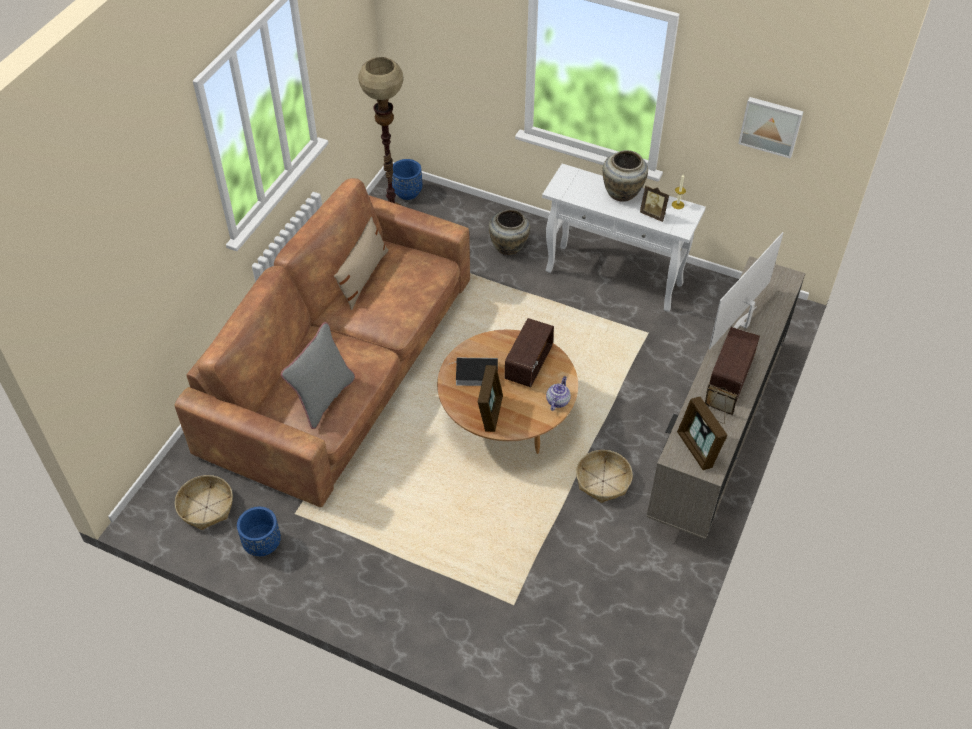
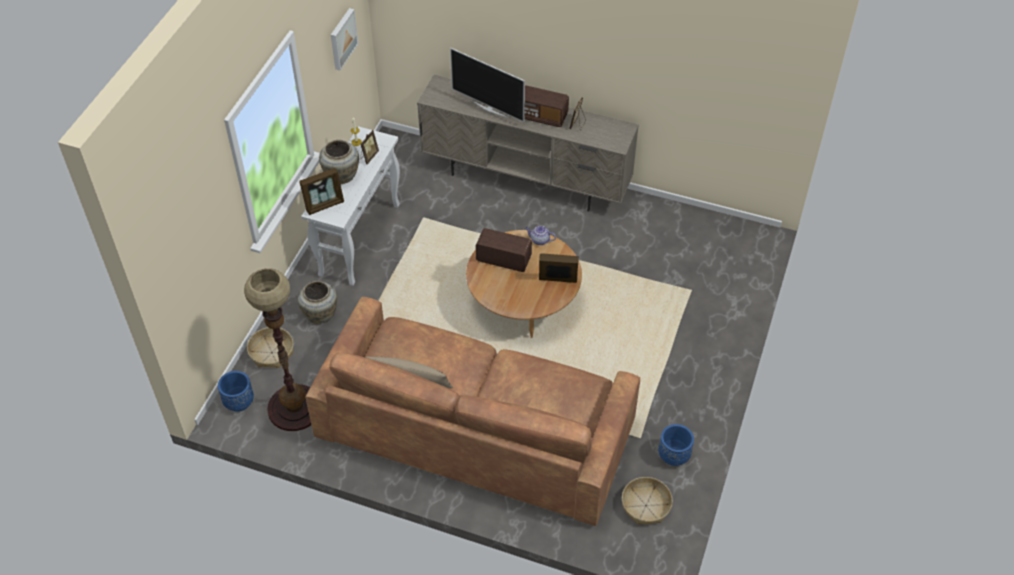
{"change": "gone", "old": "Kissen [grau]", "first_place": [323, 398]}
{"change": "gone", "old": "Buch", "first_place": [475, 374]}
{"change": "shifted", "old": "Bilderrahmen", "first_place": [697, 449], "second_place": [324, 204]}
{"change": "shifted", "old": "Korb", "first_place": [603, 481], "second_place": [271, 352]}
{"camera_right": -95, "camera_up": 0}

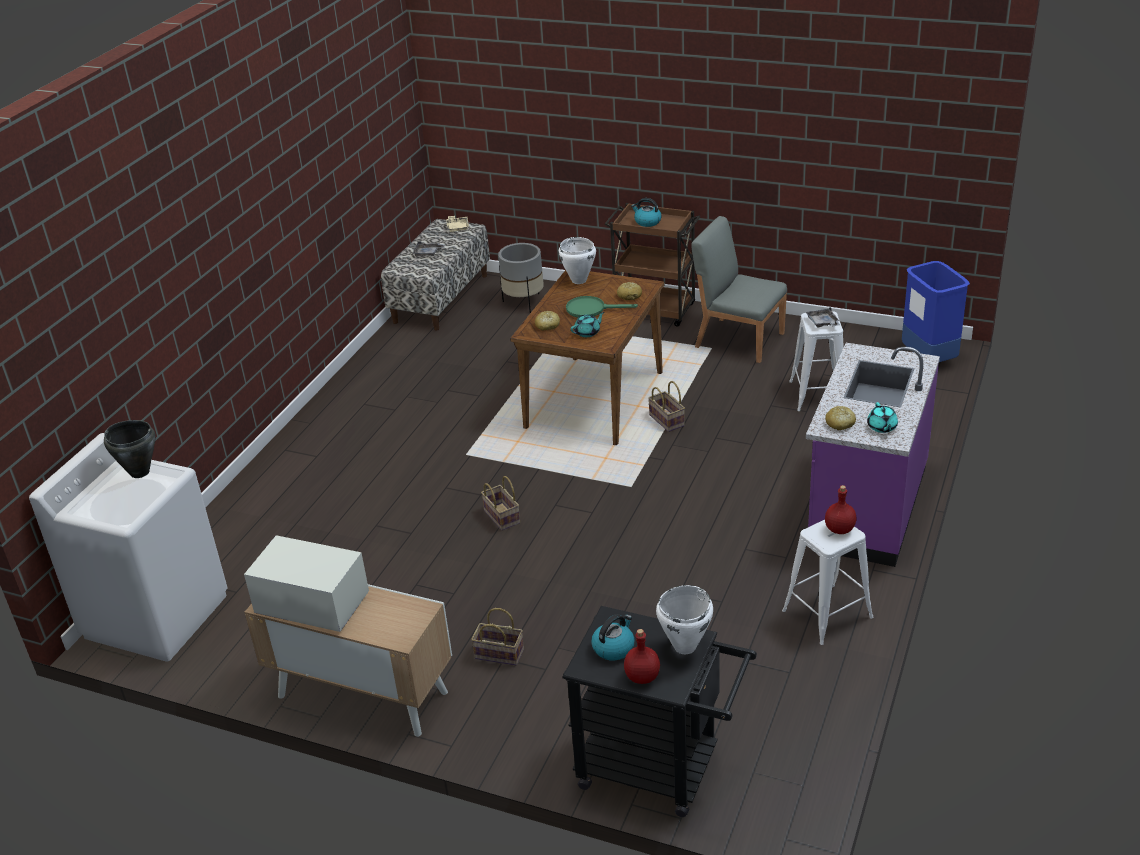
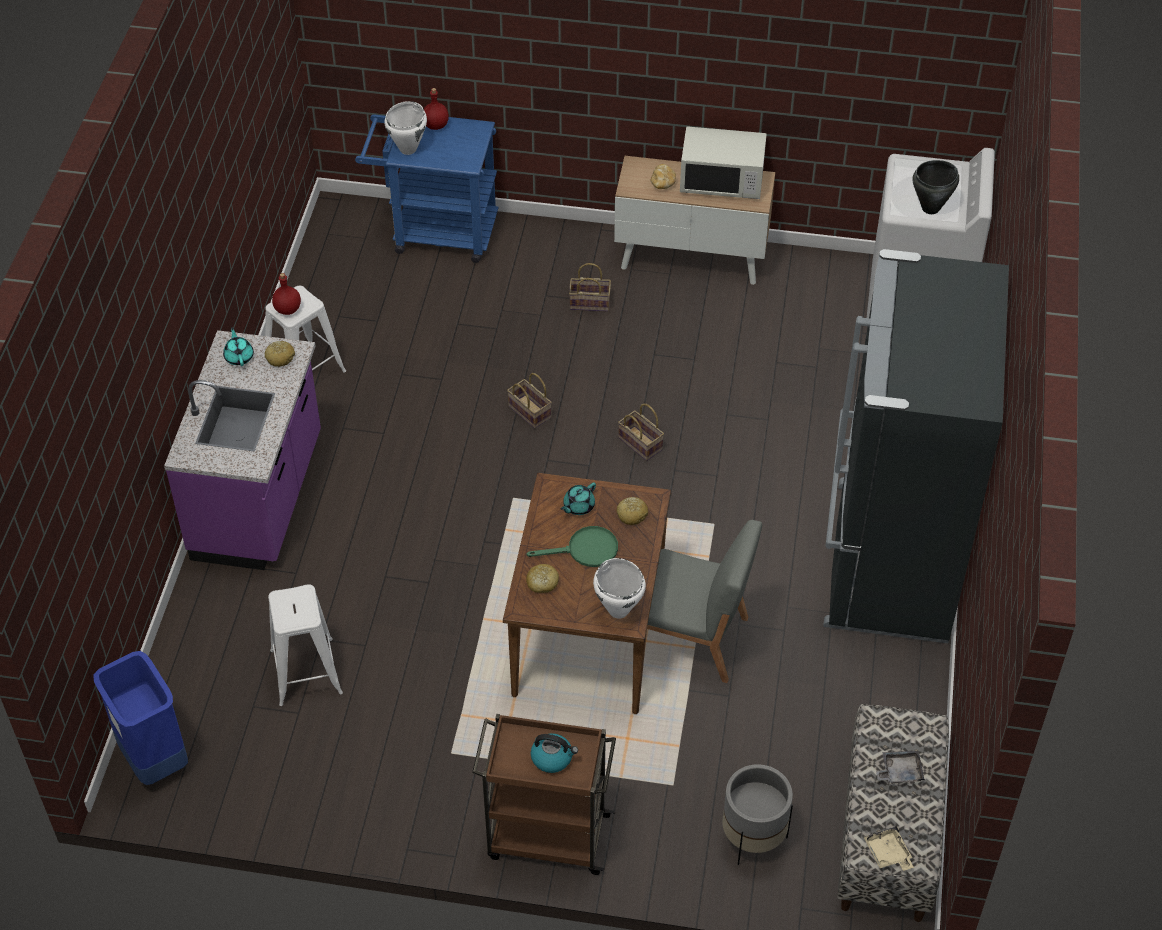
{"change": "shifted", "old": "Stuhl [grau]", "first_place": [738, 339], "second_place": [693, 639]}
{"change": "gone", "old": "Tablett [grau]", "first_place": [823, 323]}
{"change": "shifted", "old": "Korb", "first_place": [668, 420], "second_place": [528, 412]}
{"change": "repainted", "old": "Rollwagen [schwarz]", "new": "Rollwagen [blau]", "first_place": [660, 769], "second_place": [435, 232]}
{"change": "gone", "old": "Wasserkessel", "first_place": [613, 647]}
{"change": "new", "new": "Brot", "second_place": [662, 183]}
{"change": "new", "new": "Kühlschrank [schwarz]", "second_place": [888, 561]}
{"camera_right": 165, "camera_up": 15}

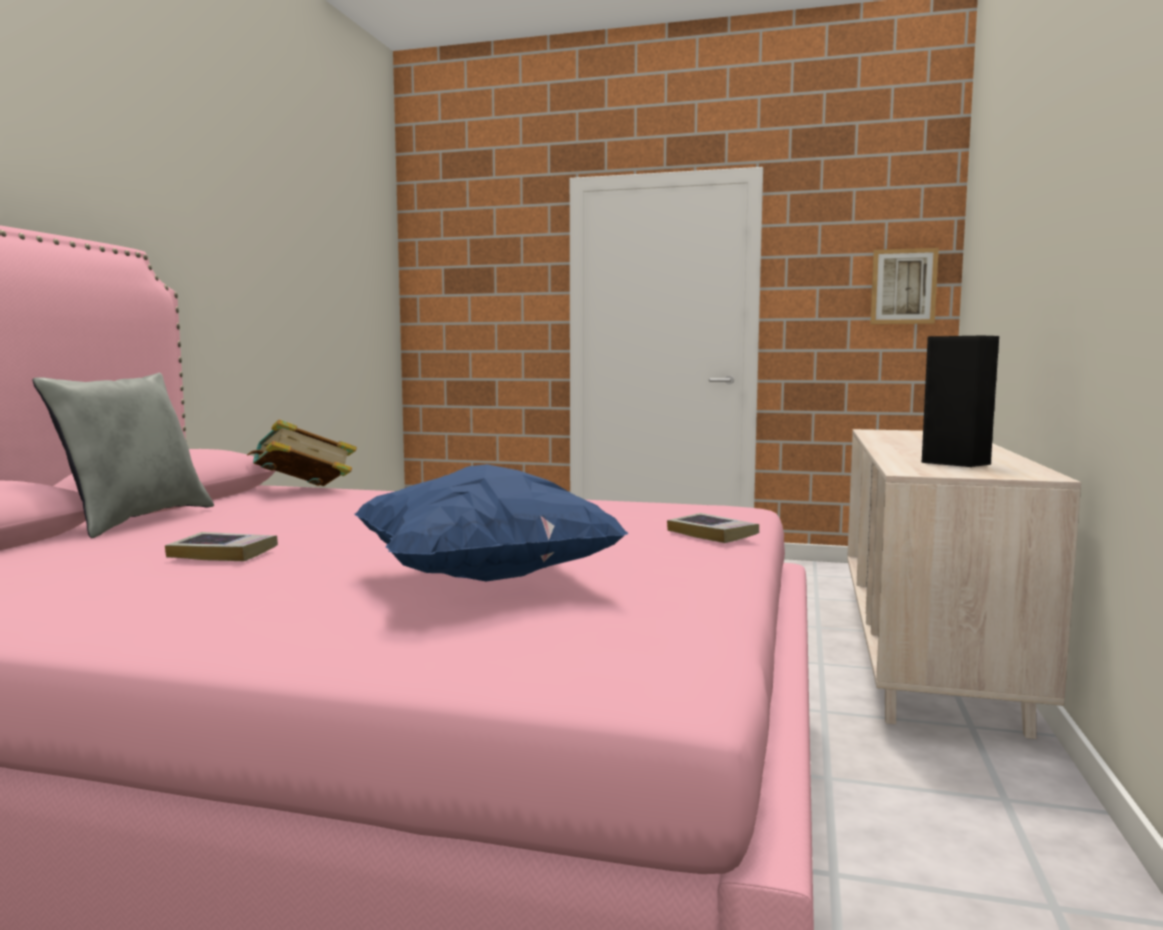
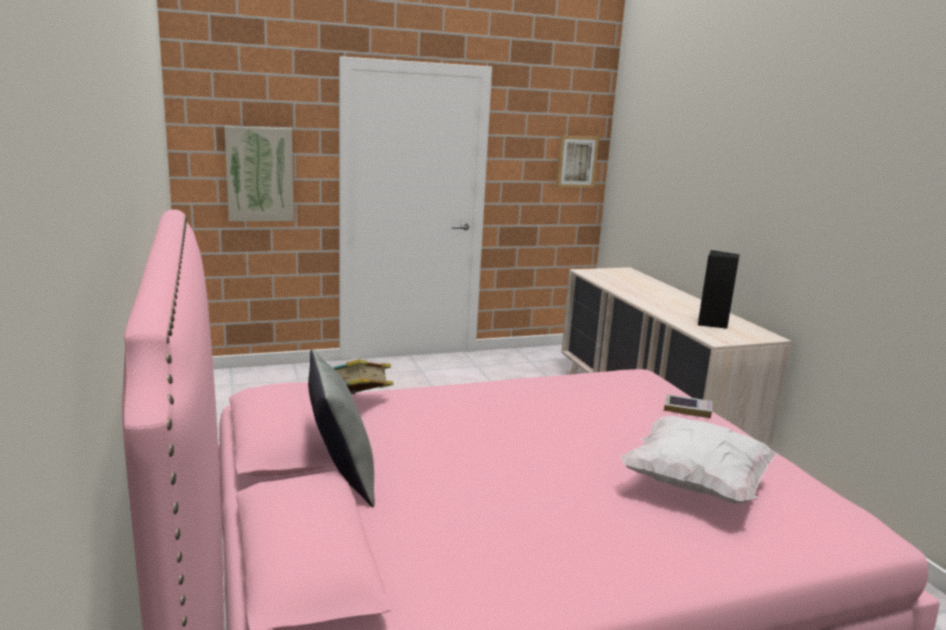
{"change": "repainted", "old": "Kissen [blau]", "new": "Kissen [weiß]", "first_place": [487, 578], "second_place": [695, 485]}
{"change": "gone", "old": "Buch", "first_place": [223, 554]}
{"change": "new", "new": "Bild", "second_place": [259, 174]}
{"camera_right": -35, "camera_up": 10}

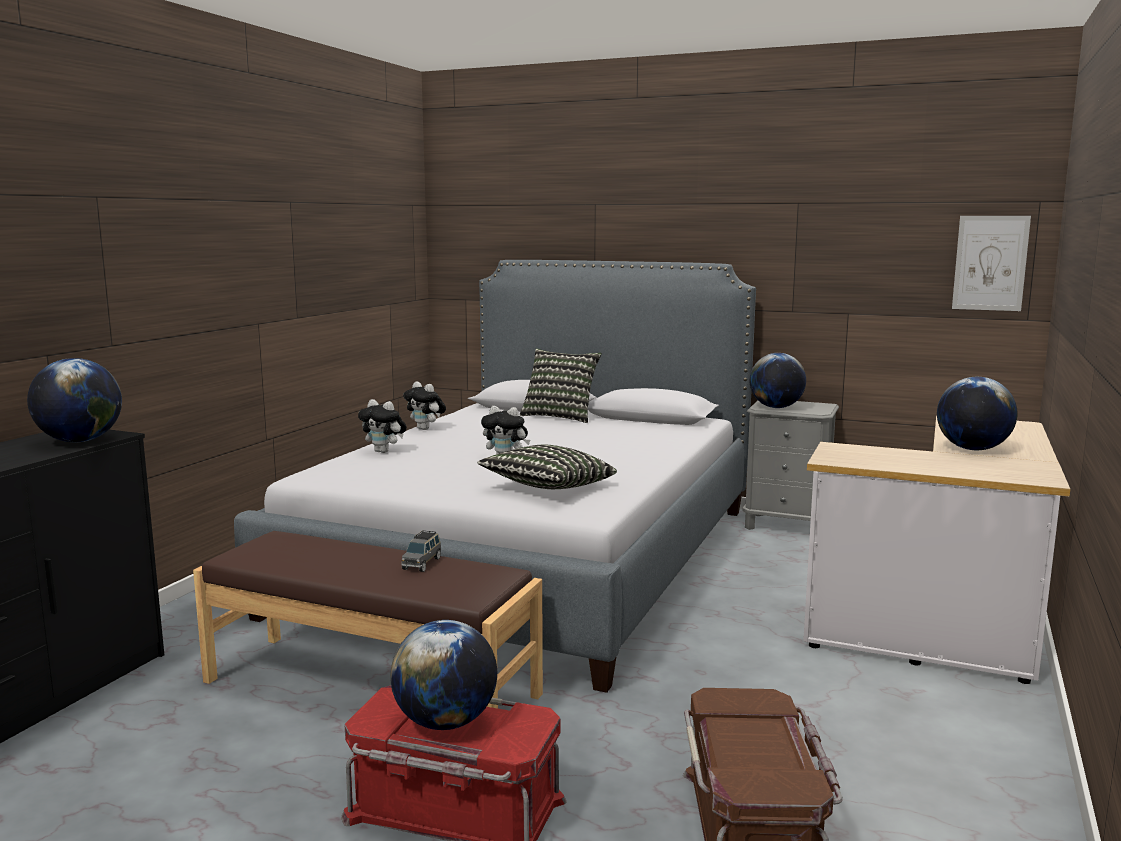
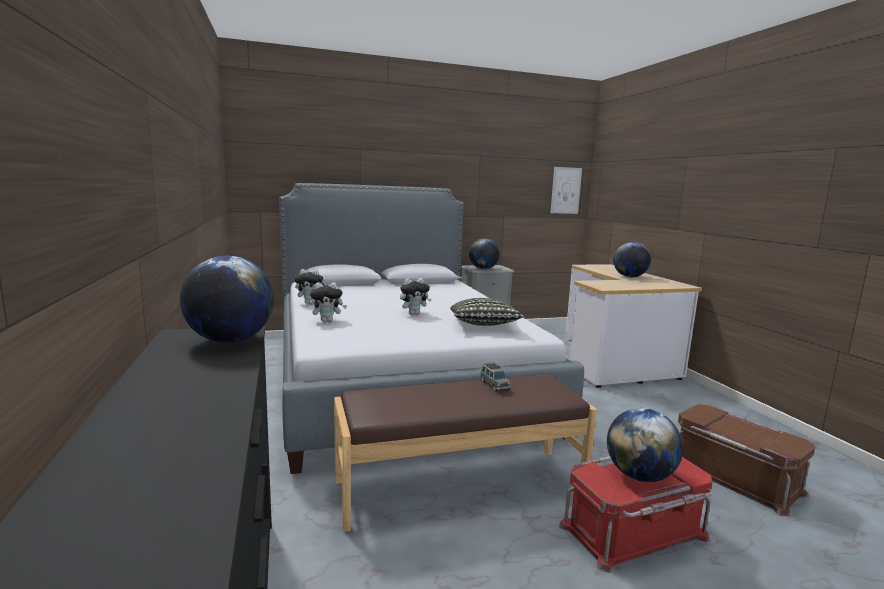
{"change": "gone", "old": "Kissen", "first_place": [560, 416]}
{"camera_right": -40, "camera_up": 0}

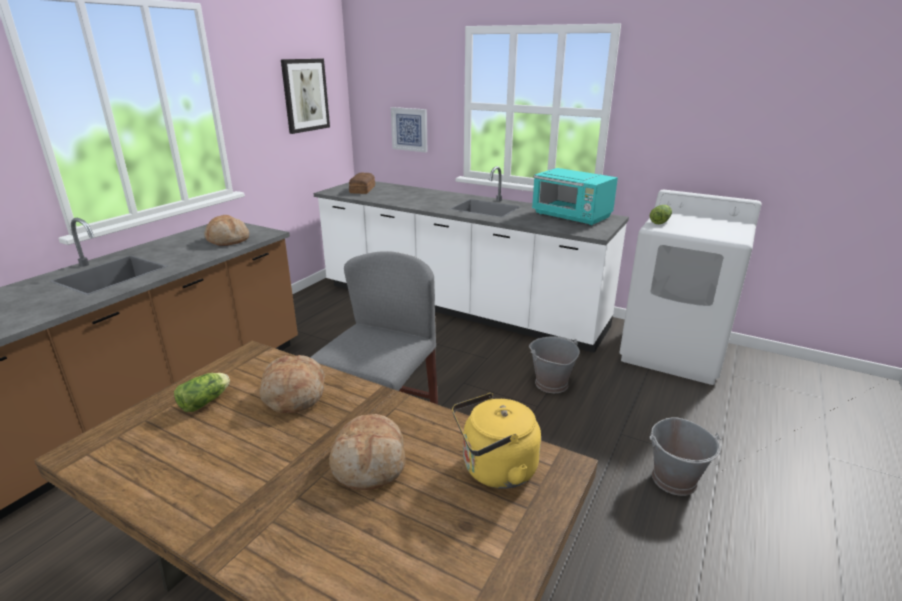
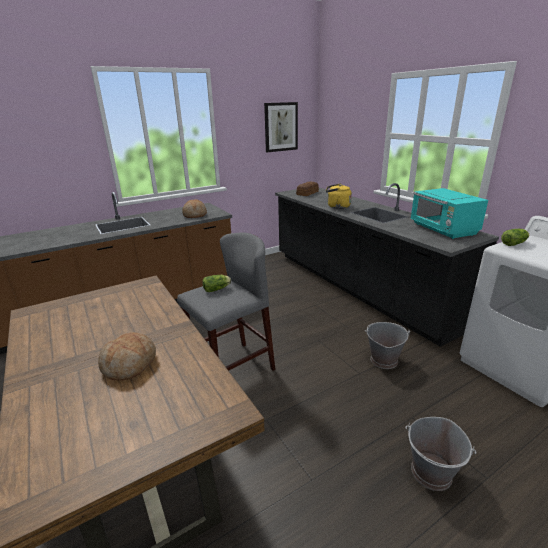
{"change": "gone", "old": "Bild", "first_place": [409, 129]}
{"change": "repainted", "old": "Küchenzeile [weiß]", "new": "Küchenzeile [schwarz]", "first_place": [458, 307], "second_place": [356, 287]}
{"change": "gone", "old": "Brot", "first_place": [293, 395]}
{"change": "shifted", "old": "Salatkopf", "first_place": [206, 401], "second_place": [217, 289]}
{"change": "shifted", "old": "Wasserkessel [gelb]", "first_place": [495, 470], "second_place": [337, 207]}
{"camera_right": 30, "camera_up": 0}

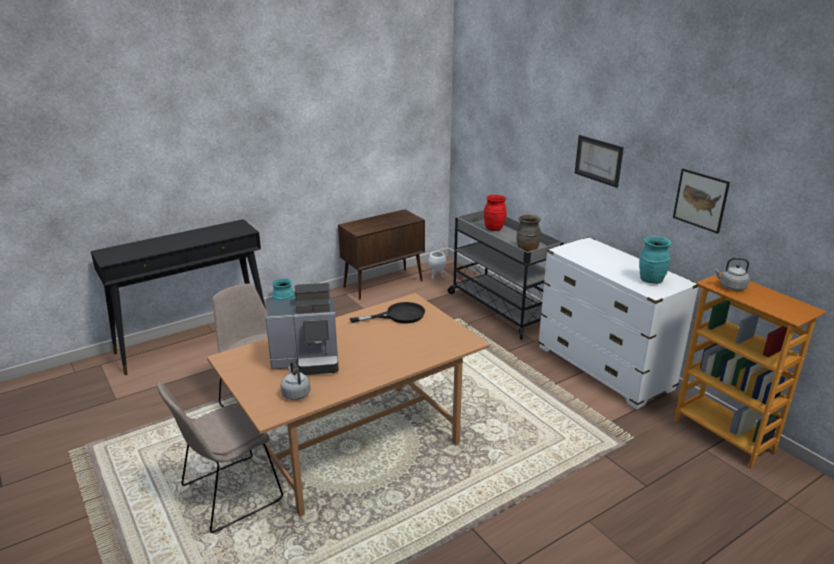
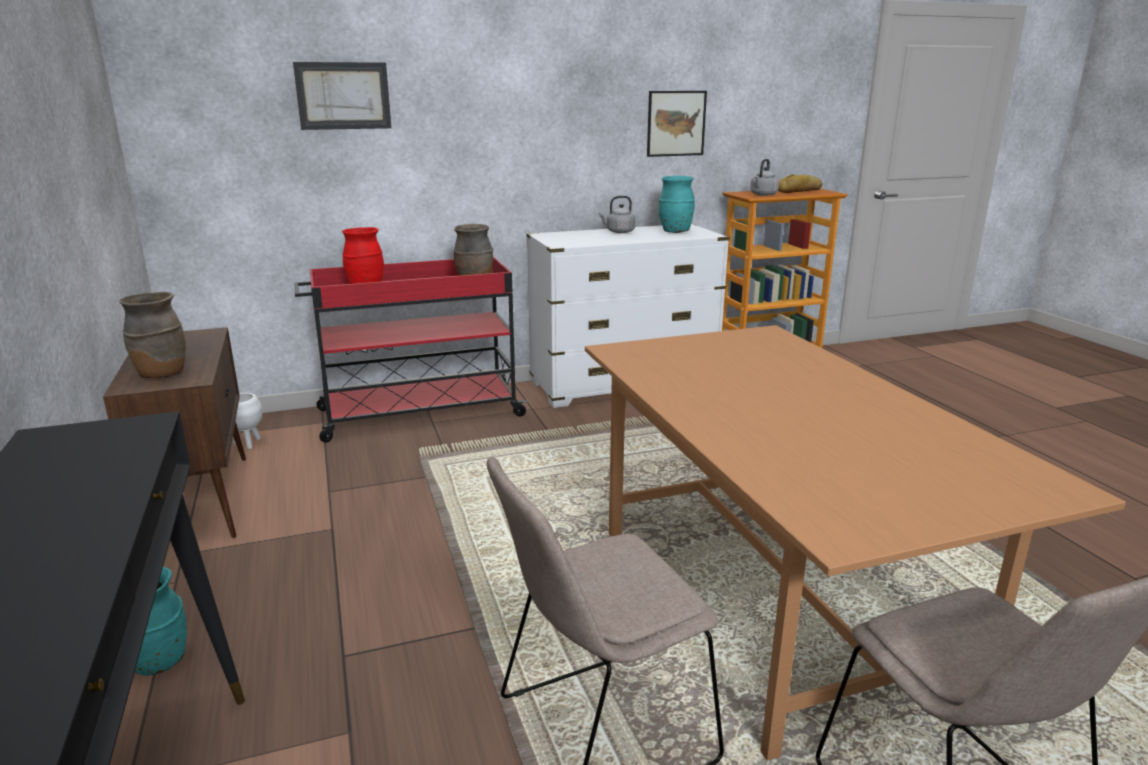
{"change": "shifted", "old": "Bild", "first_place": [598, 160], "second_place": [343, 96]}
{"change": "repainted", "old": "Rollwagen [grau]", "new": "Rollwagen [rot]", "first_place": [500, 308], "second_place": [418, 413]}
{"change": "gone", "old": "Kaffeemaschine", "first_place": [308, 360]}
{"change": "gone", "old": "Pfanne [schwarz]", "first_place": [398, 315]}
{"change": "shifted", "old": "Wasserkessel [grau]", "first_place": [295, 393], "second_place": [618, 232]}
{"change": "new", "new": "Brot", "second_place": [800, 191]}
{"change": "new", "new": "Vase [braun]", "second_place": [161, 374]}
{"camera_right": -75, "camera_up": -5}

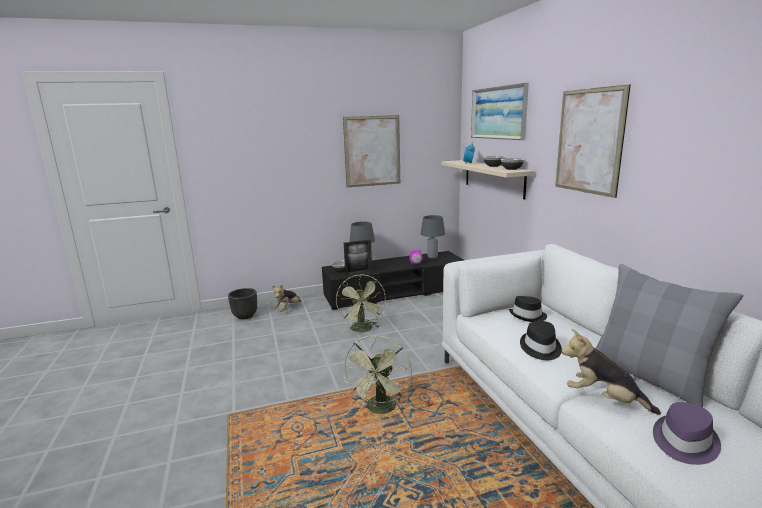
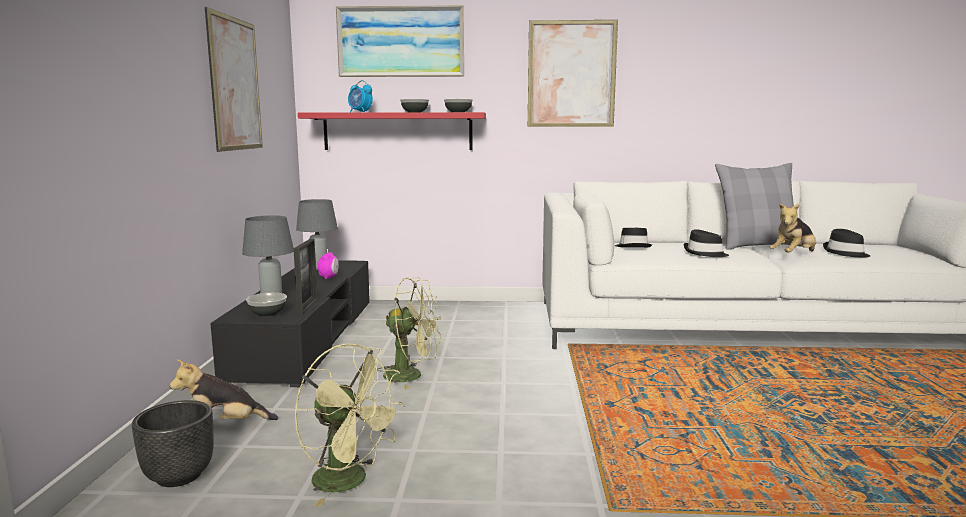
{"change": "repainted", "old": "Wandregal [beige]", "new": "Wandregal [rot]", "first_place": [493, 178], "second_place": [397, 131]}
{"change": "rotated", "old": "Plüschtier", "first_place": [287, 309], "second_place": [225, 425], "degrees": 120}
{"change": "shifted", "old": "Ventilator [grün]", "first_place": [380, 410], "second_place": [350, 482]}
{"change": "repainted", "old": "Hut [lila]", "new": "Hut [schwarz]", "first_place": [683, 442], "second_place": [845, 253]}
{"camera_right": -70, "camera_up": -5}

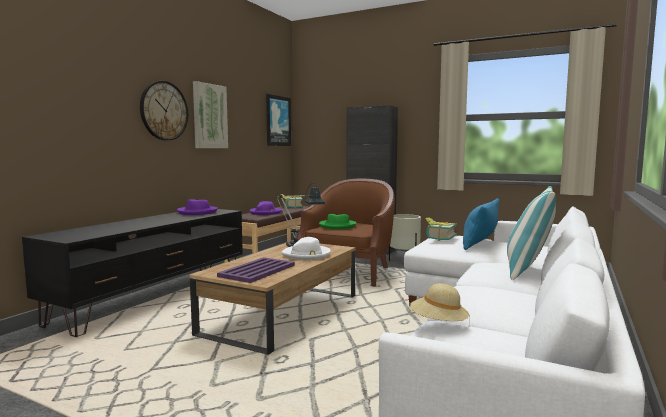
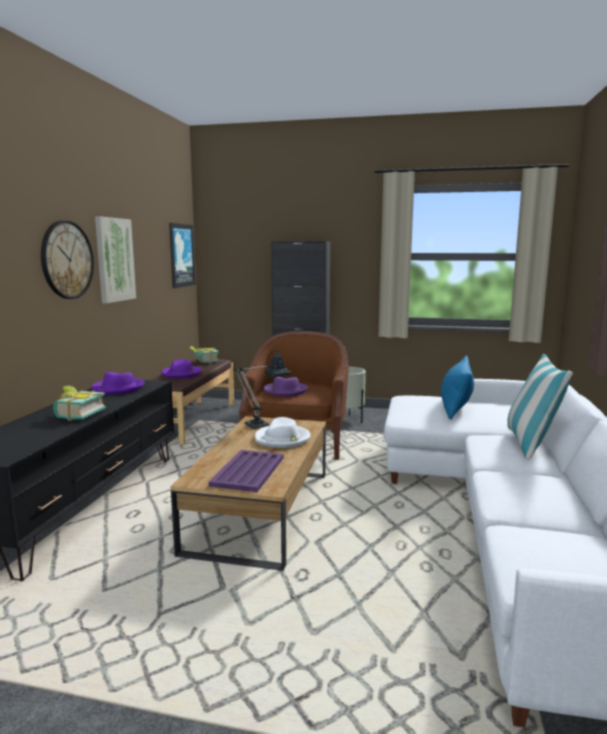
{"change": "repainted", "old": "Hut [grün]", "new": "Hut [lila]", "first_place": [337, 226], "second_place": [285, 391]}
{"change": "shifted", "old": "Buch", "first_place": [437, 238], "second_place": [77, 414]}
{"change": "gone", "old": "Hut [beige]", "first_place": [438, 324]}
{"camera_right": -15, "camera_up": 5}

